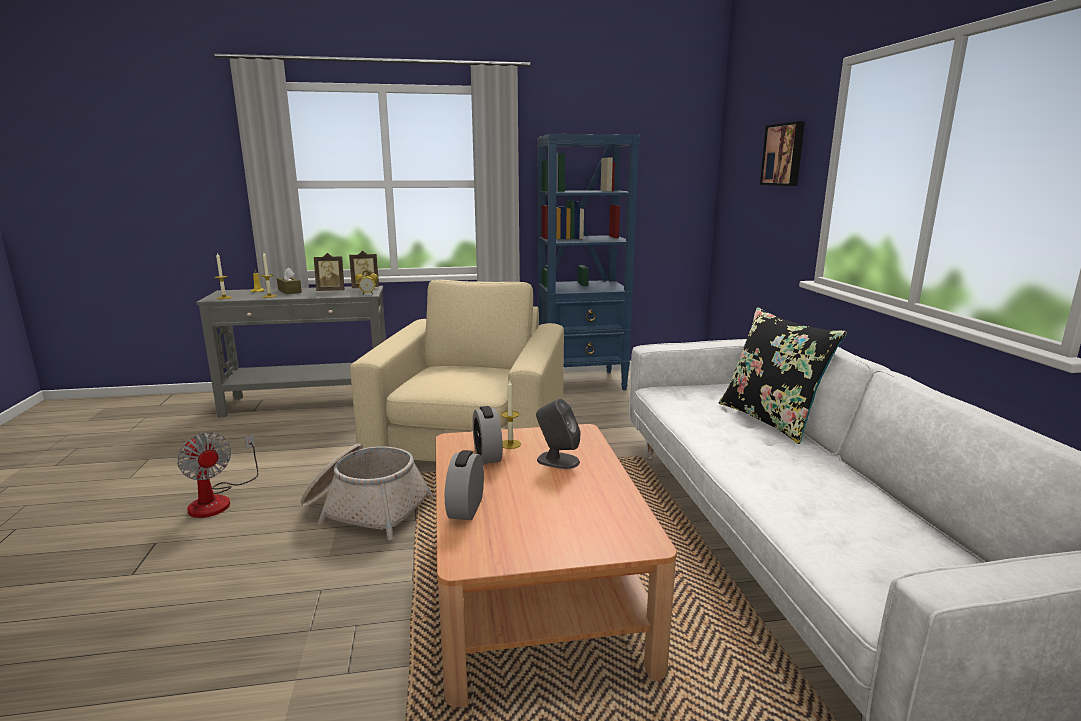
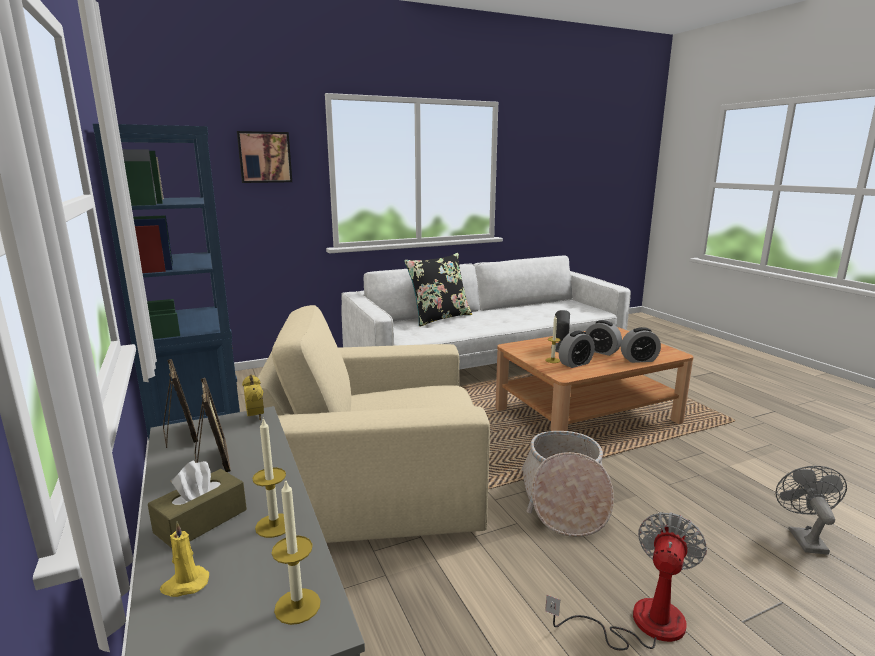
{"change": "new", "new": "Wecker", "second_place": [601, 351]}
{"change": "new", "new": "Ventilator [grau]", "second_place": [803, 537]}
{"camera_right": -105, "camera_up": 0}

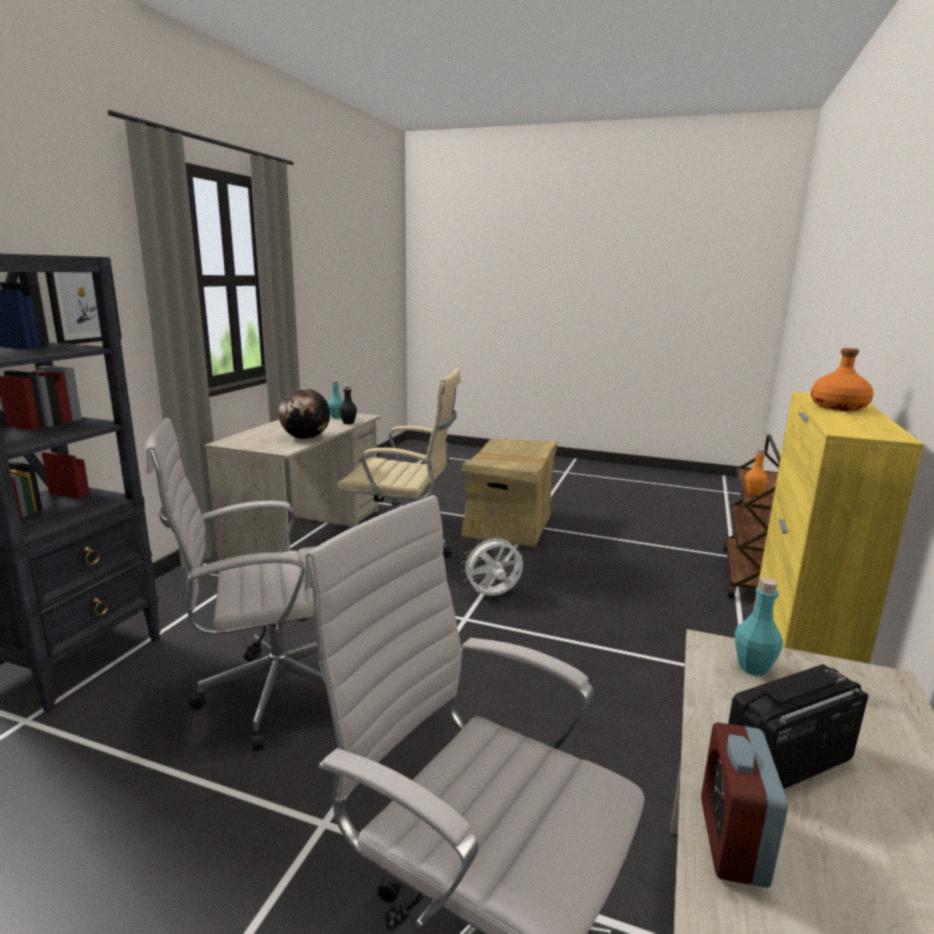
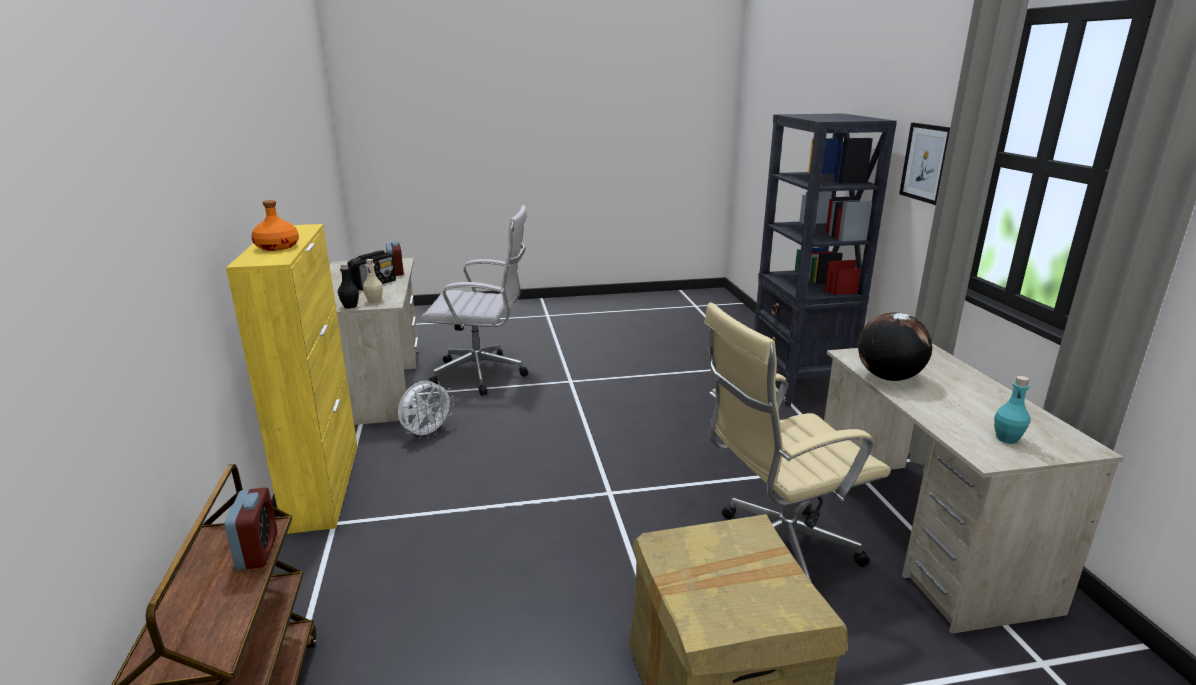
{"change": "shifted", "old": "Flasche [schwarz]", "first_place": [348, 423], "second_place": [350, 306]}
{"change": "gone", "old": "Bürostuhl [weiß]", "first_place": [271, 693]}
{"change": "swapped", "old": "Flasche [orange]", "new": "Wecker", "first_place": [753, 493], "second_place": [257, 551]}
{"change": "shifted", "old": "Ventilator [weiß]", "first_place": [493, 596], "second_place": [427, 434]}
{"change": "repainted", "old": "Flasche [türkis]", "new": "Flasche [beige]", "first_place": [753, 667], "second_place": [374, 301]}
{"camera_right": 150, "camera_up": 5}

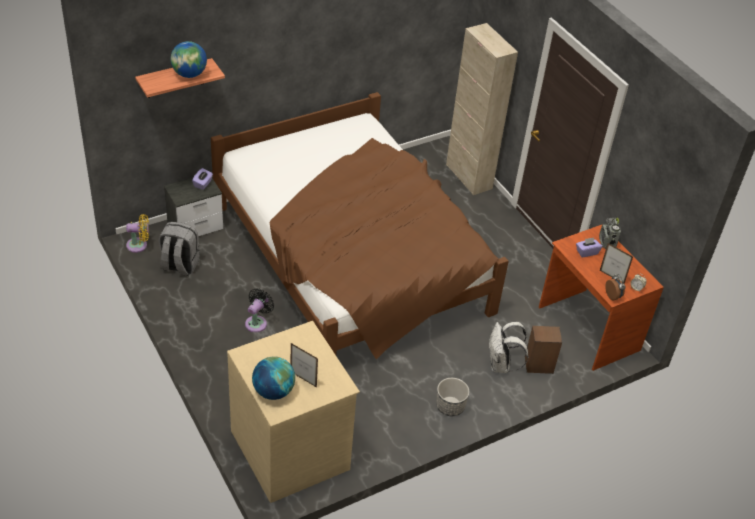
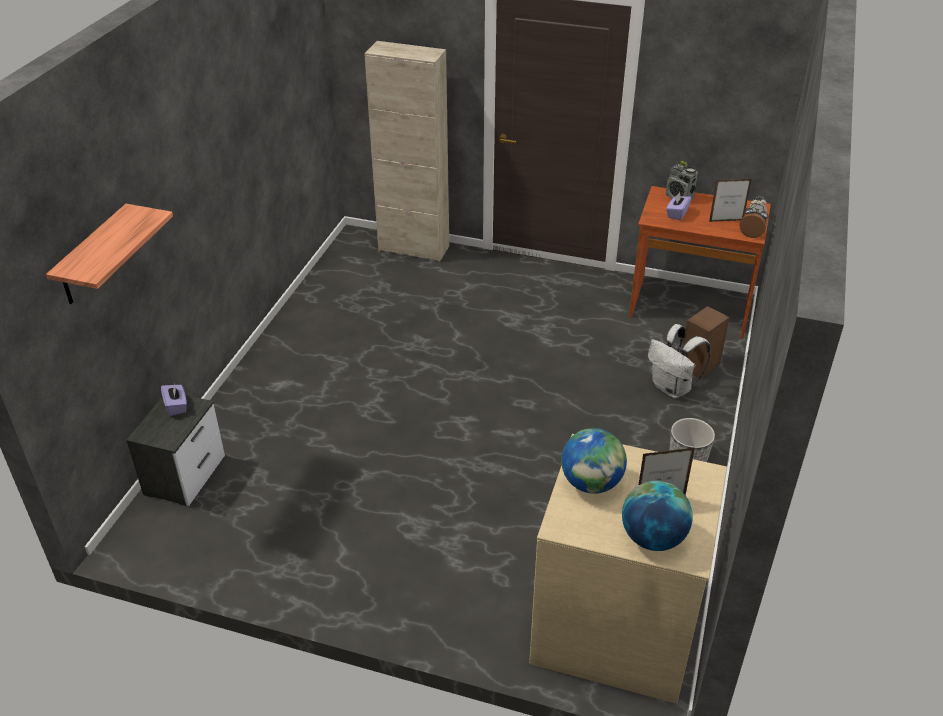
{"change": "shifted", "old": "Globus", "first_place": [189, 74], "second_place": [591, 483]}
{"change": "gone", "old": "Bett [braun]", "first_place": [352, 260]}
{"change": "gone", "old": "Ventilator [gelb]", "first_place": [139, 245]}
{"change": "gone", "old": "Rucksack [grau]", "first_place": [179, 265]}
{"change": "gone", "old": "Ventilator [schwarz]", "first_place": [257, 322]}
{"camera_right": -40, "camera_up": -5}

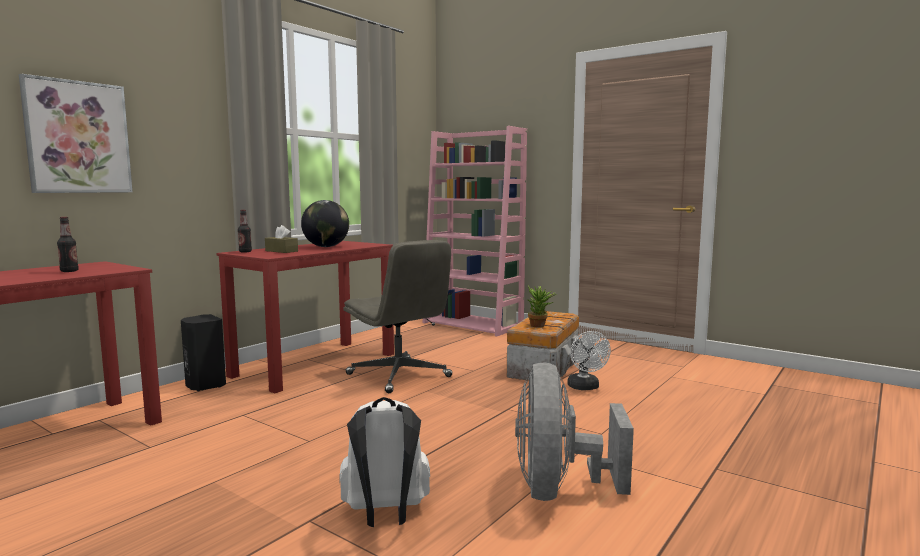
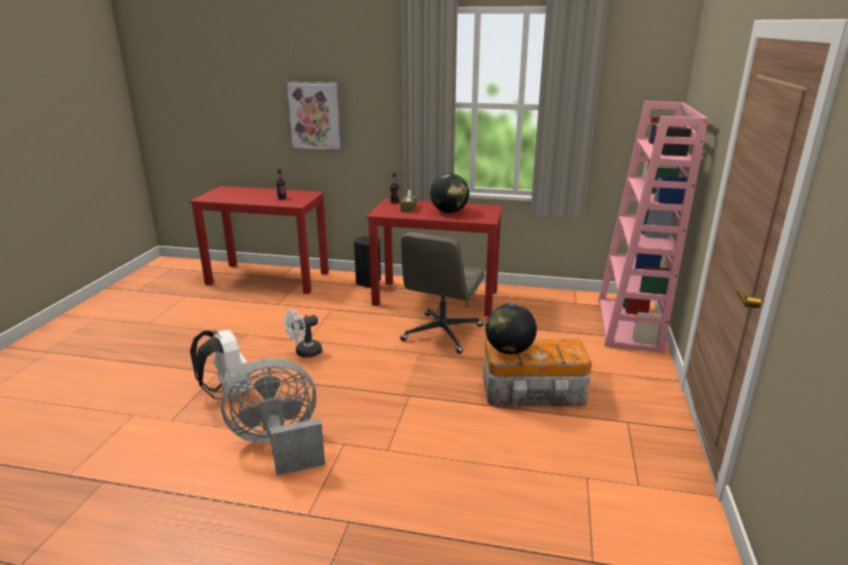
{"change": "swapped", "old": "Topfpflanze", "new": "Globus", "first_place": [540, 326], "second_place": [509, 350]}
{"change": "shifted", "old": "Ventilator [weiß]", "first_place": [585, 387], "second_place": [304, 353]}
{"camera_right": 65, "camera_up": 15}

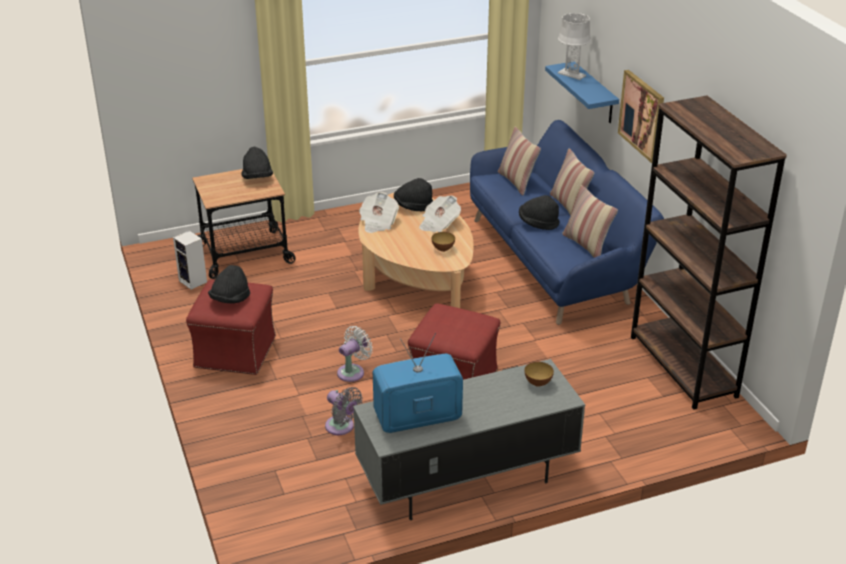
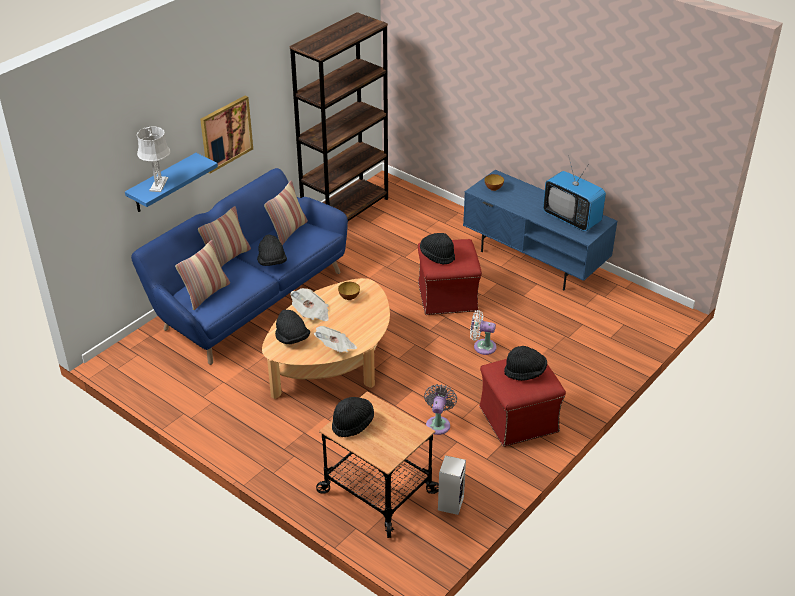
{"change": "repainted", "old": "Fernsehschrank [grau]", "new": "Fernsehschrank [blau]", "first_place": [466, 480], "second_place": [535, 260]}
{"change": "shifted", "old": "Ventilator [grau]", "first_place": [341, 427], "second_place": [438, 423]}
{"change": "new", "new": "Hut [schwarz]", "second_place": [437, 256]}
{"camera_right": -120, "camera_up": 5}

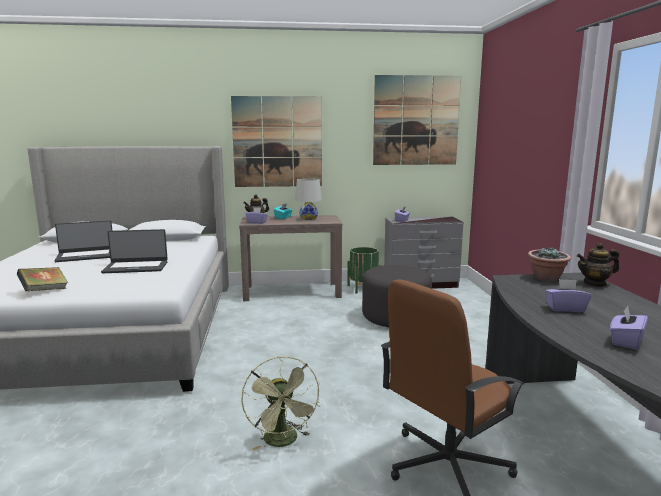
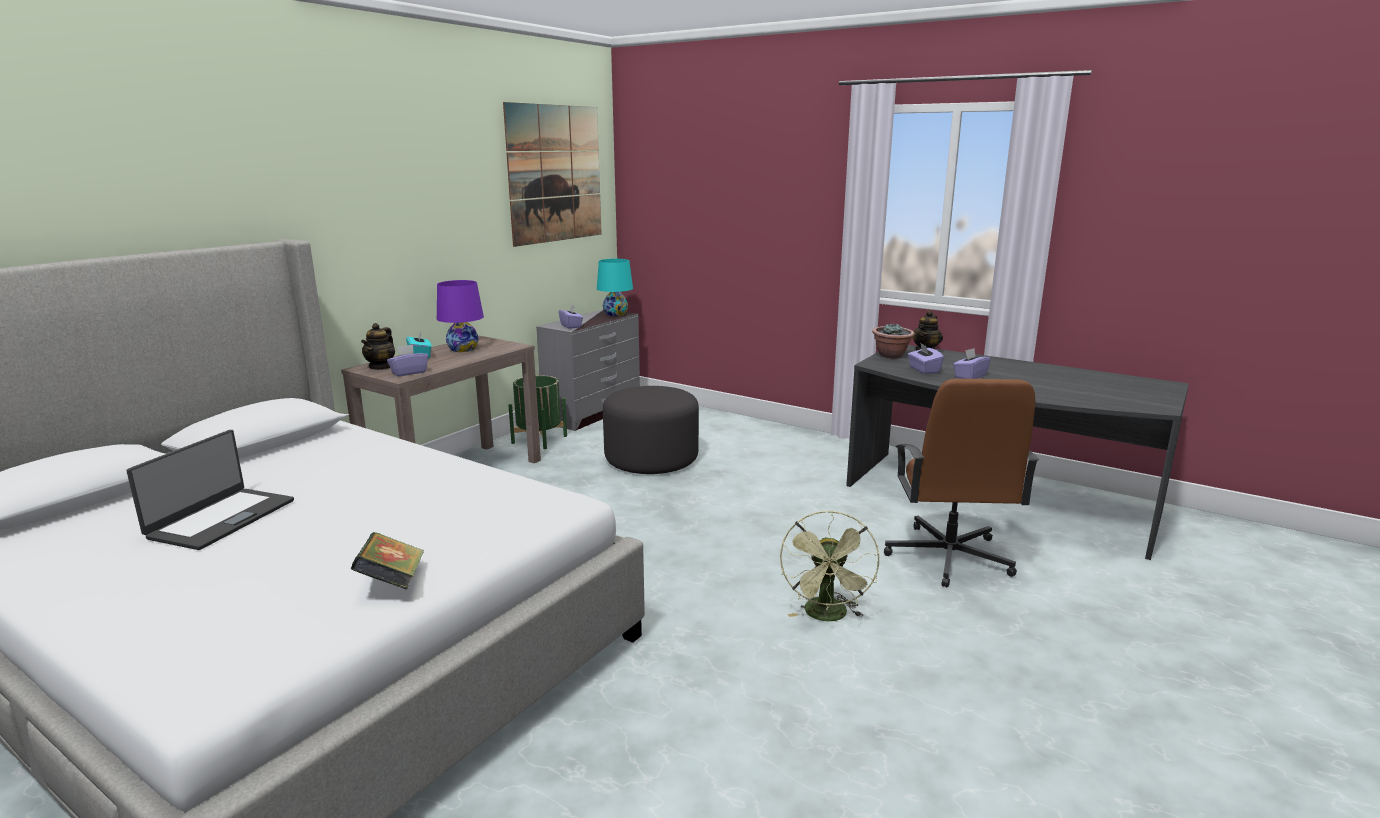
{"change": "gone", "old": "Bild", "first_place": [277, 142]}
{"change": "repainted", "old": "Tischlampe [weiß]", "new": "Tischlampe [lila]", "first_place": [308, 218], "second_place": [463, 349]}
{"change": "gone", "old": "Laptop", "first_place": [136, 267]}
{"change": "shifted", "old": "Taschentuchbox [lila]", "first_place": [626, 341], "second_place": [923, 370]}
{"change": "rotated", "old": "Ventilator [grün]", "first_place": [283, 442], "second_place": [827, 616], "degrees": 75}
{"change": "new", "new": "Tischlampe [türkis]", "second_place": [615, 314]}
{"camera_right": -50, "camera_up": 5}

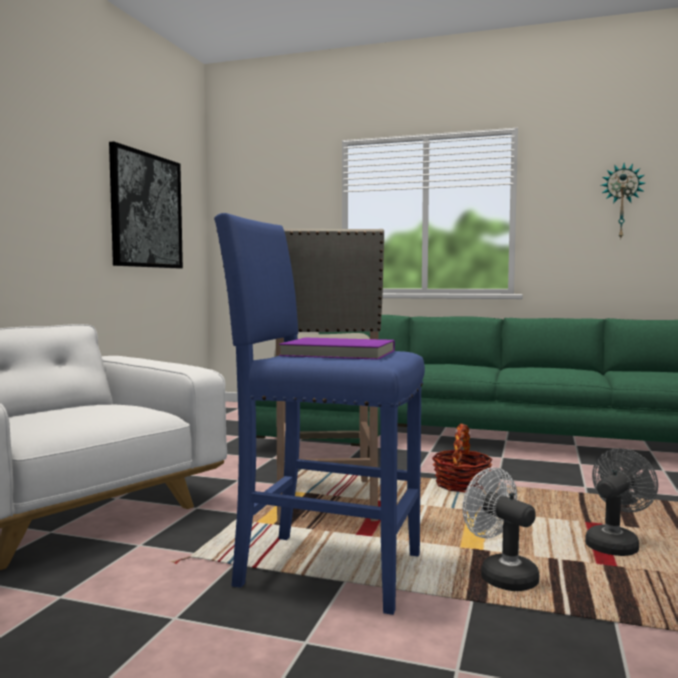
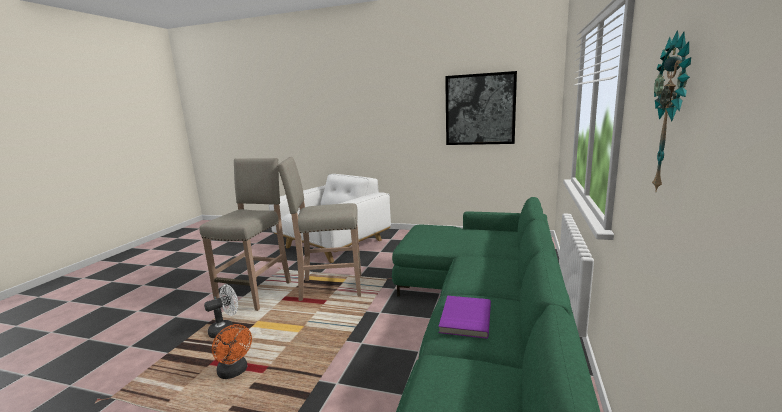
{"change": "repainted", "old": "Hocker [blau]", "new": "Hocker [beige]", "first_place": [325, 569], "second_place": [257, 292]}
{"change": "shifted", "old": "Buch [lila]", "first_place": [338, 353], "second_place": [464, 318]}
{"change": "gone", "old": "Korb", "first_place": [461, 485]}
{"change": "repainted", "old": "Ventilator [grau]", "new": "Ventilator [orange]", "first_place": [615, 544], "second_place": [235, 372]}
{"camera_right": 90, "camera_up": 10}

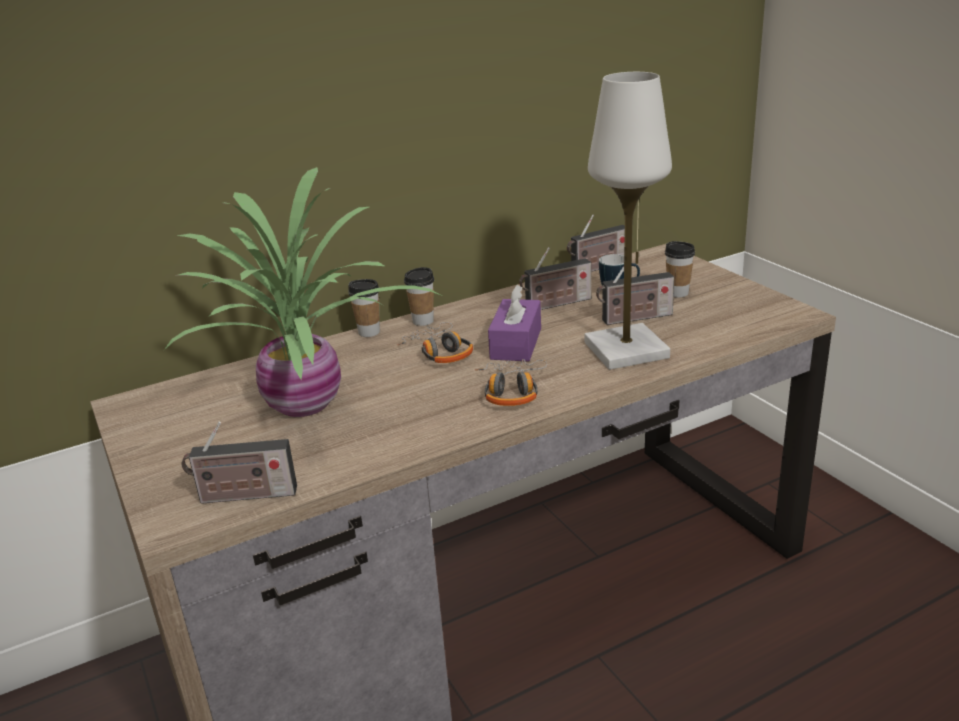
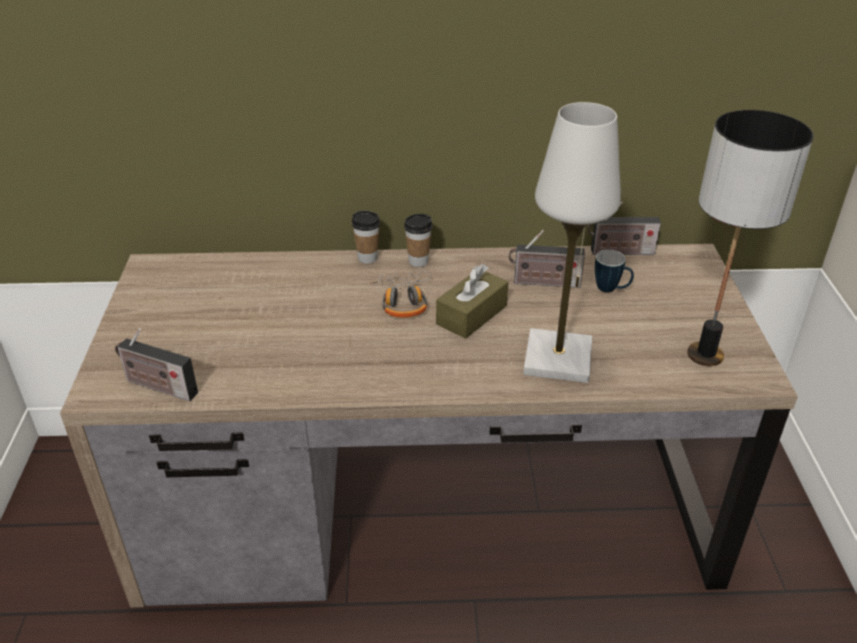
{"change": "gone", "old": "Topfpflanze", "first_place": [308, 404]}
{"change": "gone", "old": "Tasse", "first_place": [677, 293]}
{"change": "gone", "old": "Radio", "first_place": [634, 318]}
{"change": "repainted", "old": "Taschentuchbox [lila]", "new": "Taschentuchbox [braun]", "first_place": [516, 343], "second_place": [471, 315]}
{"change": "gone", "old": "Kopfhörer", "first_place": [511, 391]}
{"change": "new", "new": "Tischlampe", "second_place": [704, 355]}
{"camera_right": 25, "camera_up": 10}

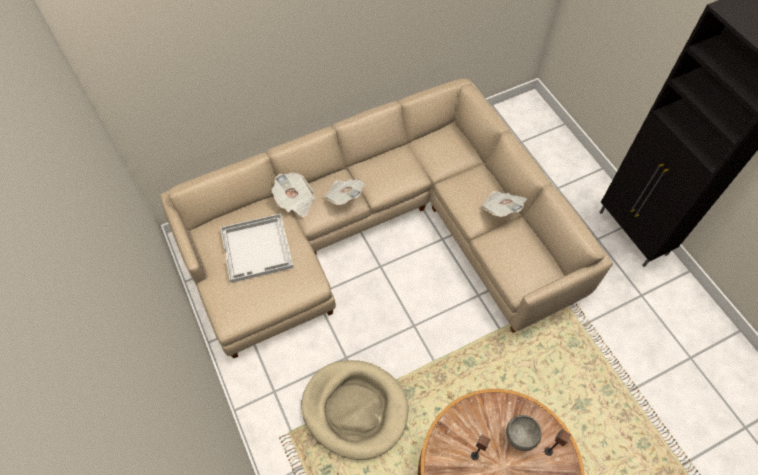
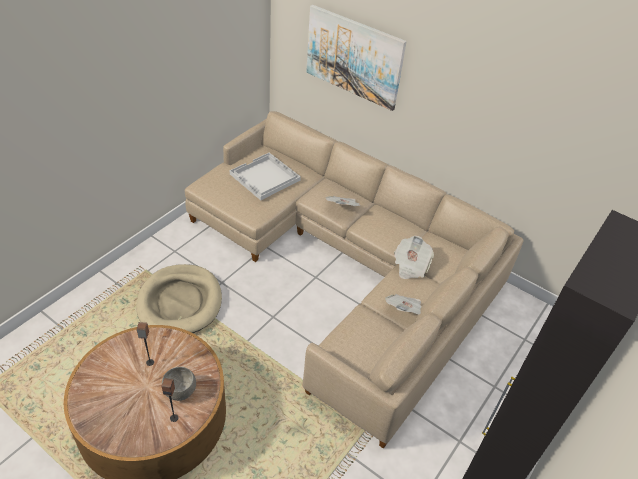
{"change": "shifted", "old": "Zeitung", "first_place": [295, 201], "second_place": [410, 266]}
{"change": "new", "new": "Bild", "second_place": [354, 57]}
{"camera_right": 60, "camera_up": -15}

